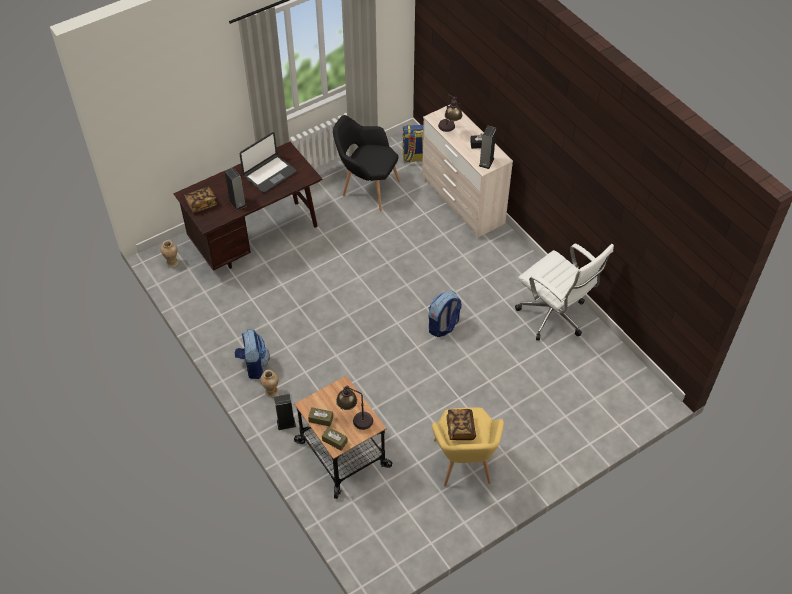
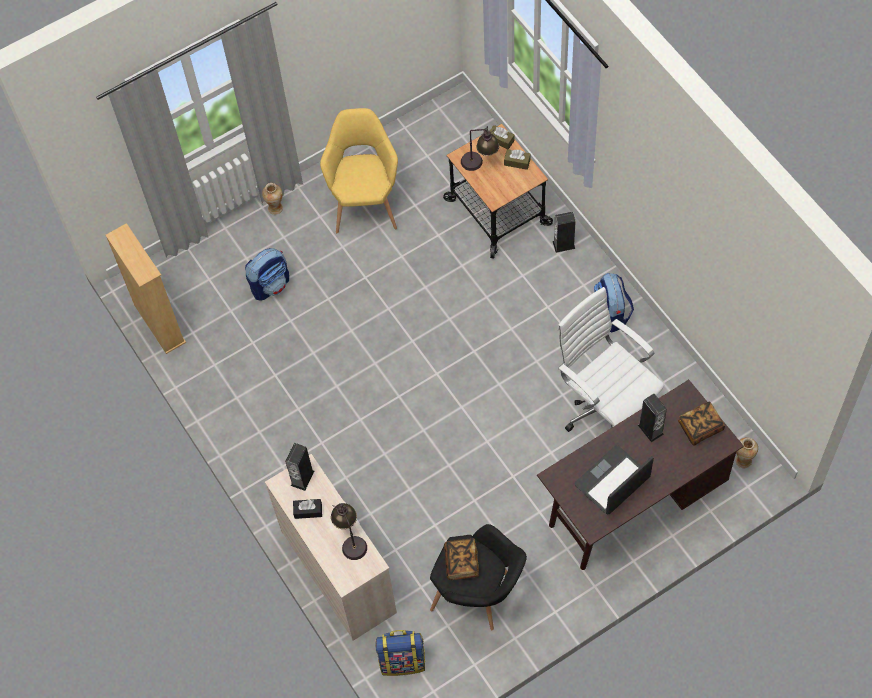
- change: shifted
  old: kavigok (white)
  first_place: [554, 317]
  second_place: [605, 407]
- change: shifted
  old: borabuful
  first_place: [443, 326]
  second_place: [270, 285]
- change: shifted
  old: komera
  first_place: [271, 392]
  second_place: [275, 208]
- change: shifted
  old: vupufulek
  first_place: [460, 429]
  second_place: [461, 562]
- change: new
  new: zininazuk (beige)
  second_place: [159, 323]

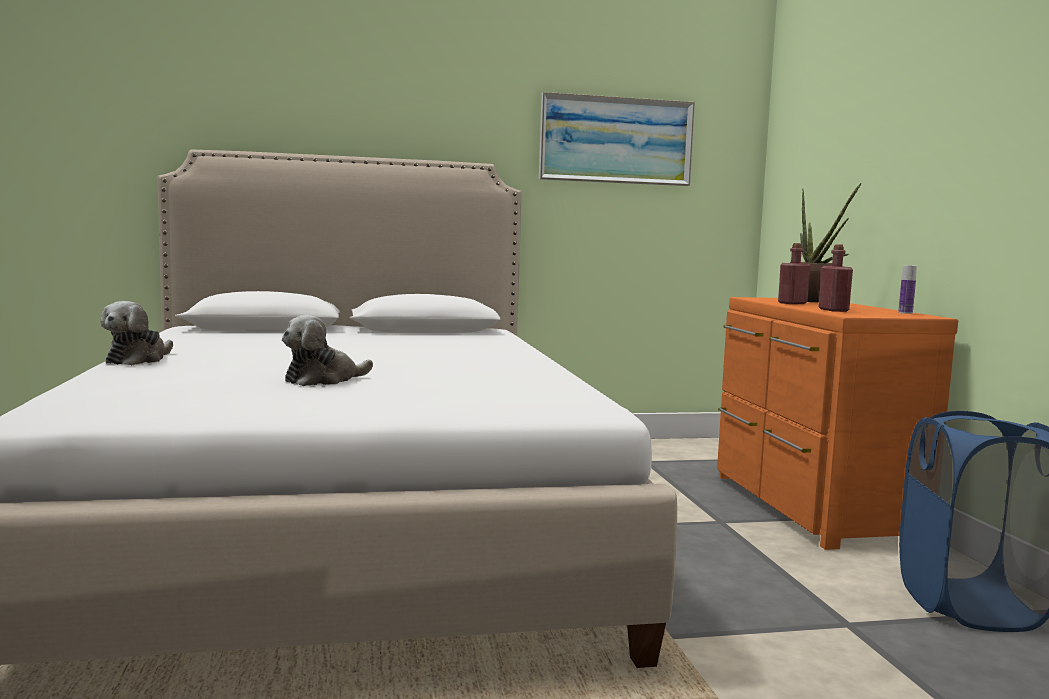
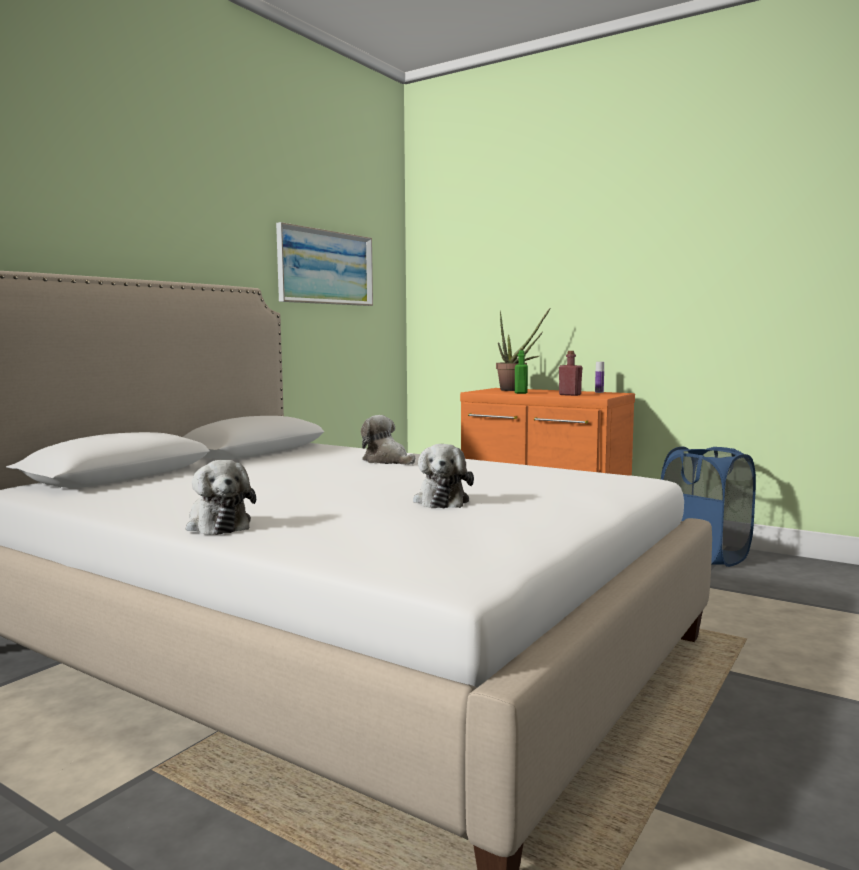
- change: repainted
  old: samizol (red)
  new: samizol (green)
  first_place: [792, 303]
  second_place: [521, 393]
- change: new
  new: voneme
  second_place: [387, 461]

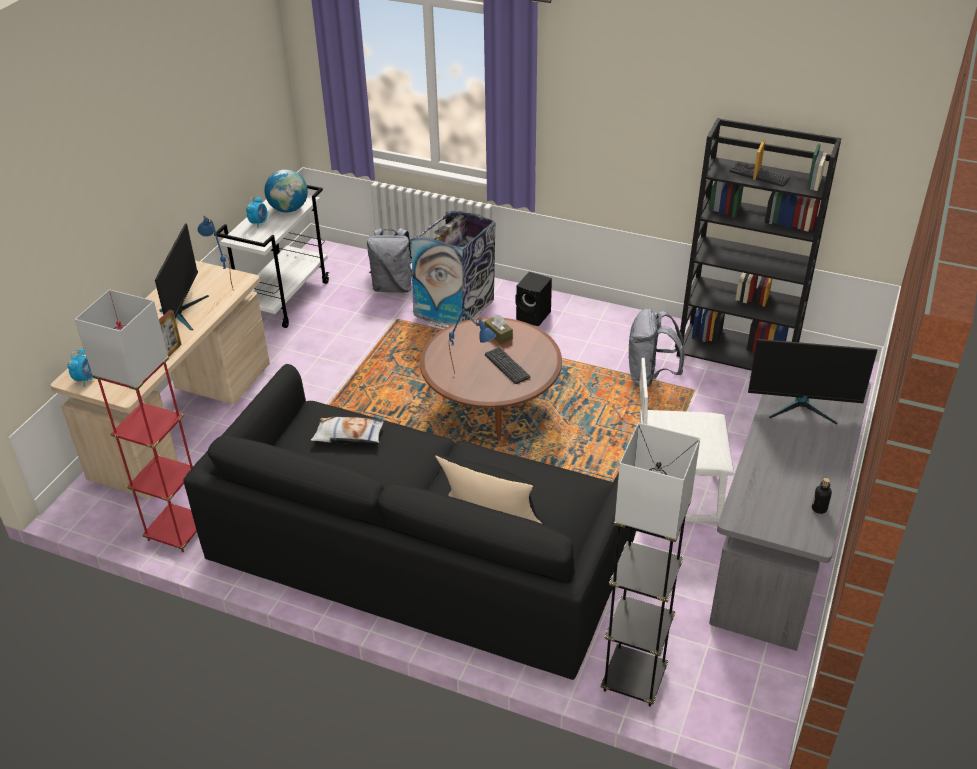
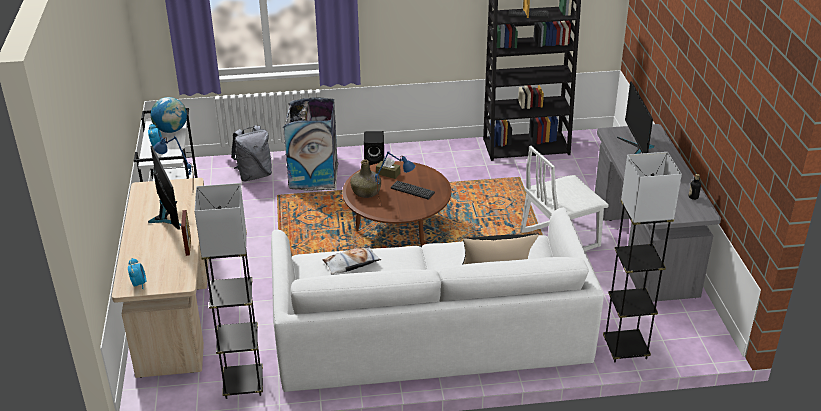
- change: repainted
  old: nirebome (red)
  new: nirebome (grey)
  first_place: [177, 531]
  second_place: [243, 384]
- change: gone
  old: borabuful (grey)
  first_place: [650, 376]
- change: rotated
  old: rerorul
  first_place: [802, 407]
  second_place: [636, 148]
  degrees: 105
- change: repainted
  old: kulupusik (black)
  new: kulupusik (white)
  first_place: [421, 548]
  second_place: [430, 329]
- change: new
  new: samizol (green)
  second_place: [366, 192]

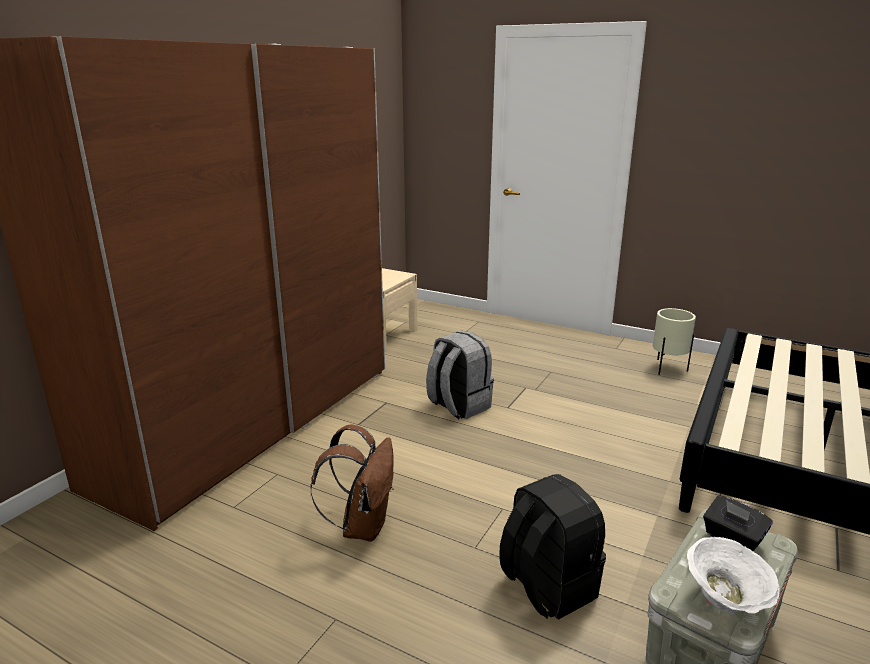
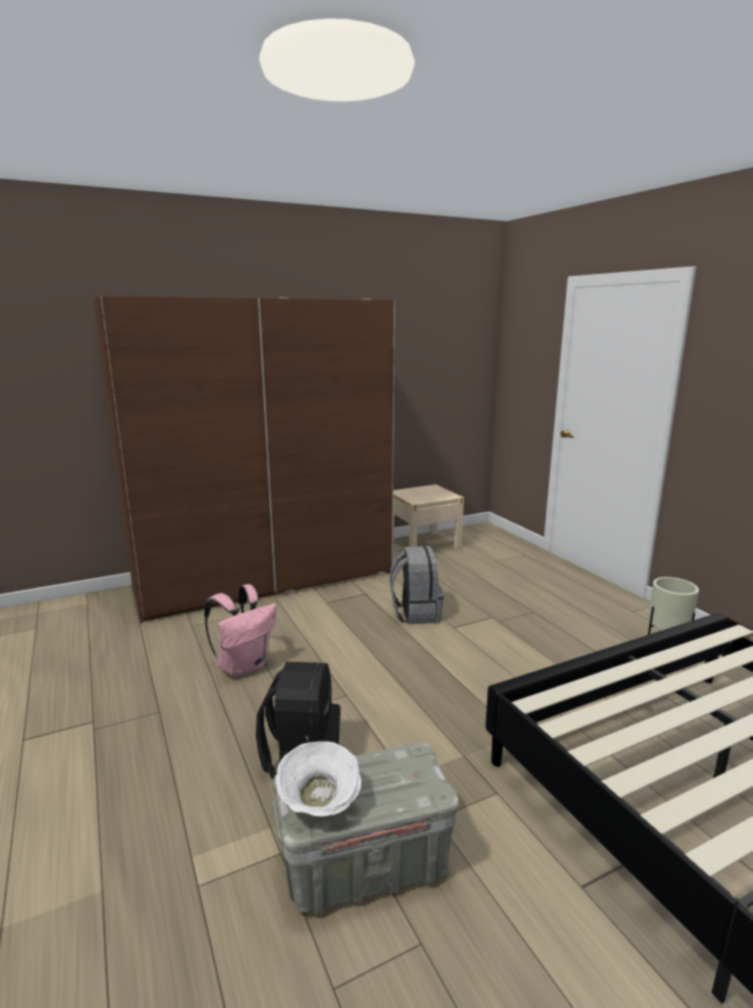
- change: repainted
  old: borabuful (brown)
  new: borabuful (pink)
  first_place: [363, 526]
  second_place: [244, 666]
- change: gone
  old: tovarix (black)
  first_place: [732, 538]

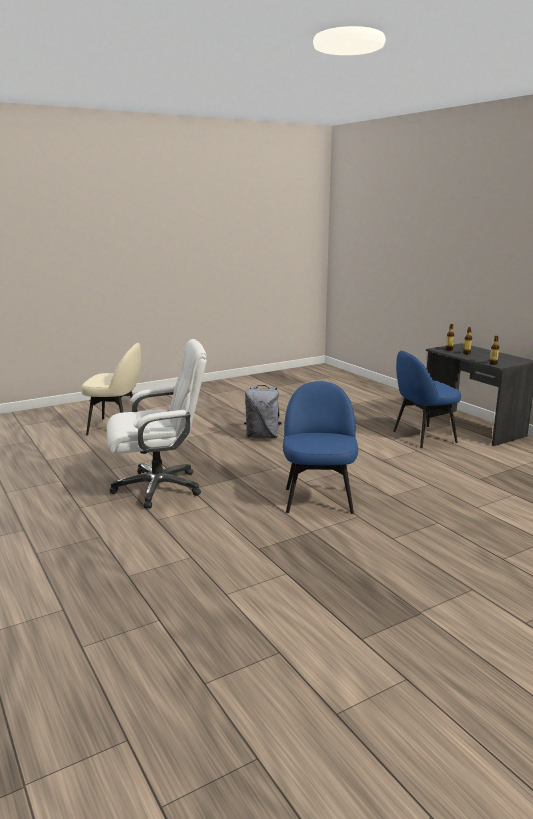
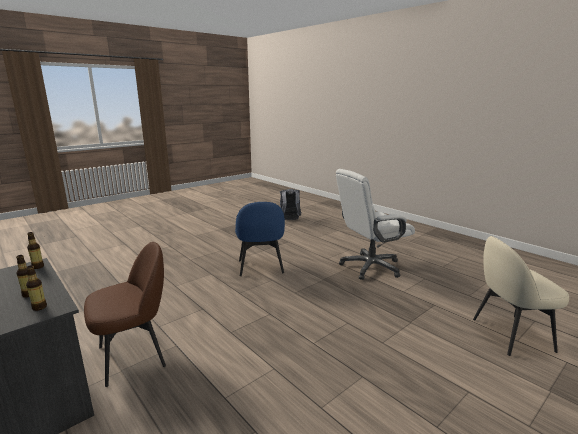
- change: repainted
  old: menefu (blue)
  new: menefu (brown)
  first_place: [422, 437]
  second_place: [134, 355]
- change: shifted
  old: borabuful (grey)
  first_place: [262, 436]
  second_place: [289, 220]

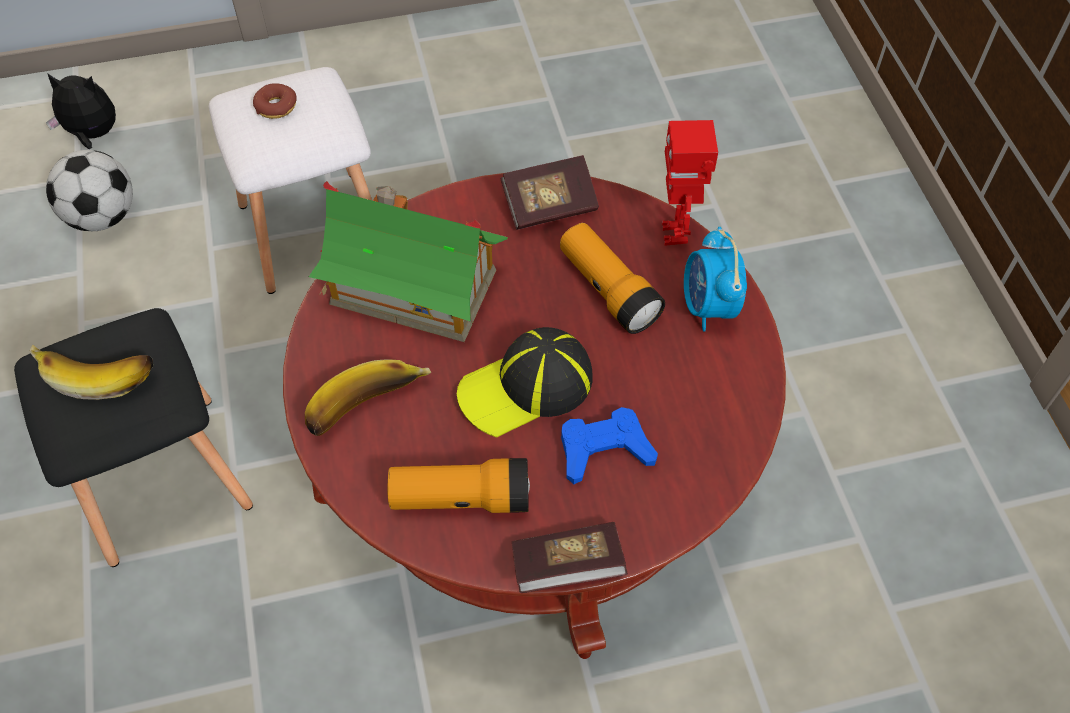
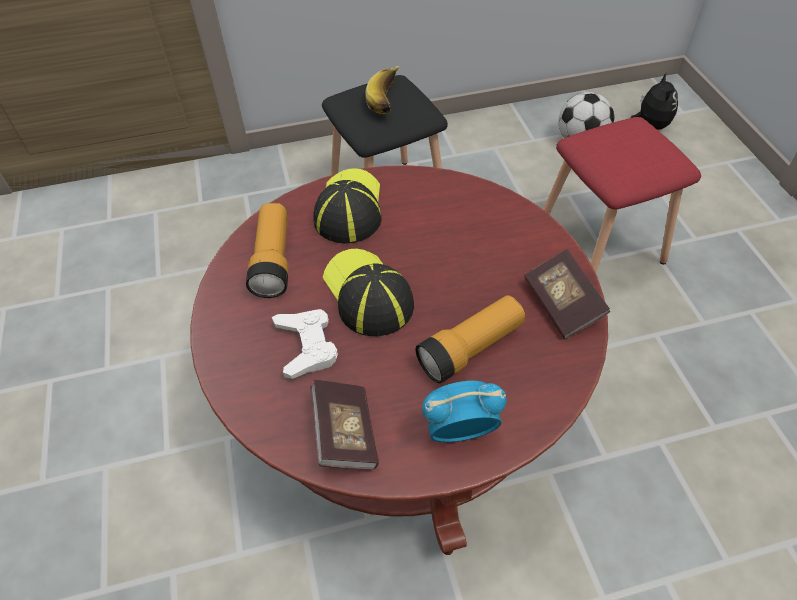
- change: repainted
  old: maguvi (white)
  new: maguvi (red)
  first_place: [315, 228]
  second_place: [601, 246]
- change: gone
  old: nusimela
  first_place: [276, 107]
- change: gone
  old: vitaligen
  first_place: [676, 234]
- change: gone
  old: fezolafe
  first_place: [412, 286]
- change: swapped
  old: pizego
  new: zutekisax
  first_place: [369, 410]
  second_place: [349, 208]
- change: repainted
  old: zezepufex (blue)
  new: zezepufex (white)
  first_place: [604, 449]
  second_place: [306, 346]
- change: shifted
  old: vupufulek
  first_place: [567, 566]
  second_place: [345, 433]

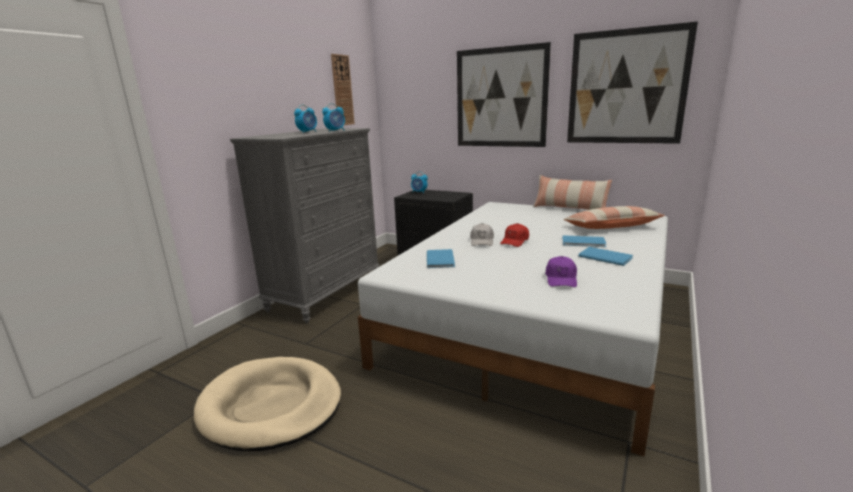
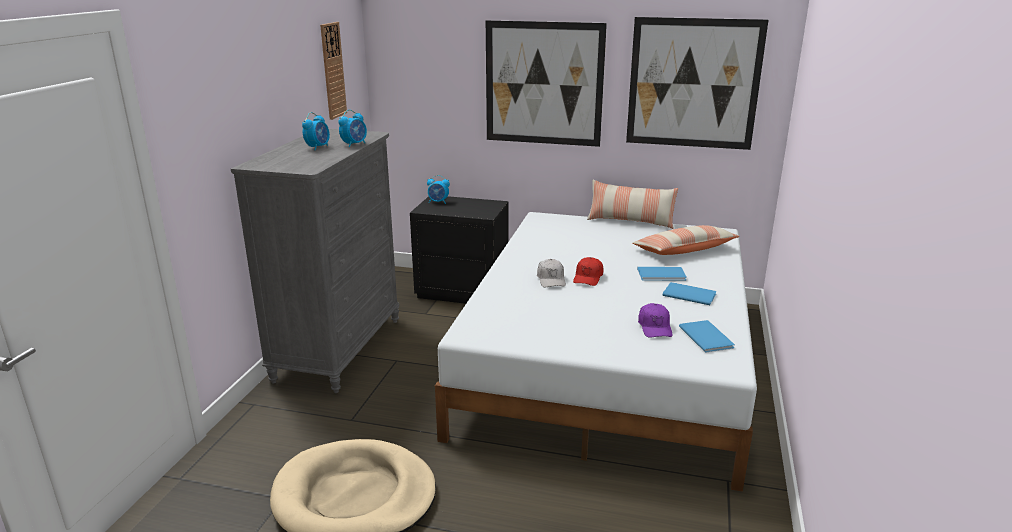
- change: shifted
  old: vupufulek (blue)
  first_place: [441, 259]
  second_place: [706, 336]

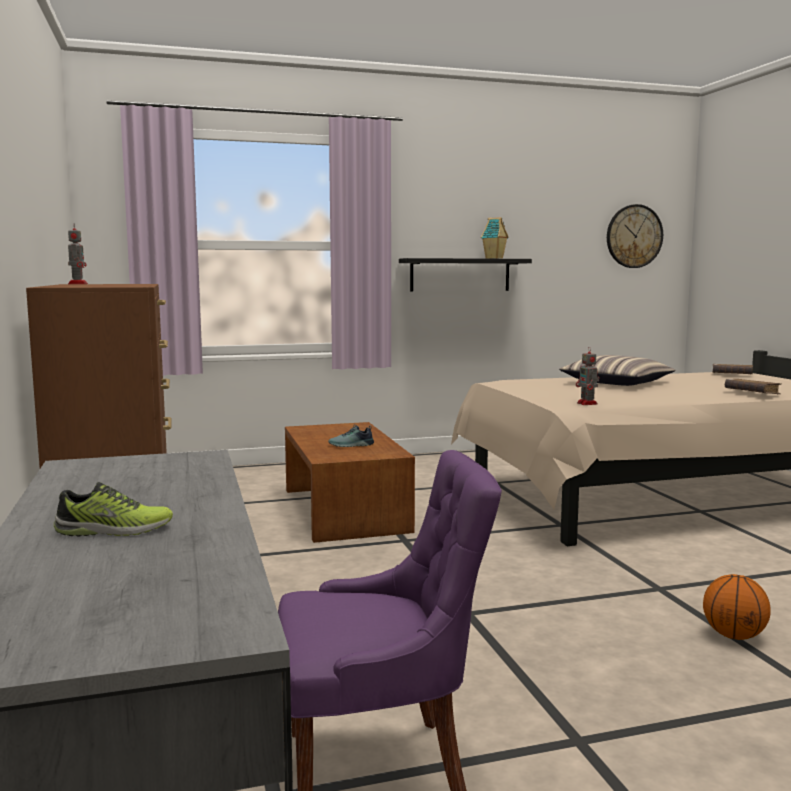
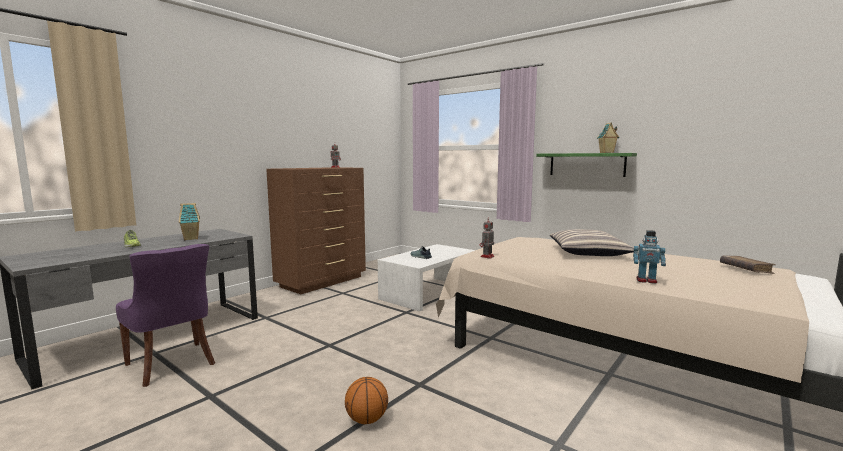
- change: gone
  old: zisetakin
  first_place: [634, 236]
- change: repainted
  old: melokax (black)
  new: melokax (green)
  first_place: [460, 275]
  second_place: [586, 164]
- change: swapped
  old: vupufulek (brown)
  new: vitaligen
  first_place: [751, 393]
  second_place: [646, 281]
- change: repainted
  old: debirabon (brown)
  new: debirabon (white)
  first_place: [345, 510]
  second_place: [429, 292]
- change: new
  new: fezolafe
  second_place: [191, 238]

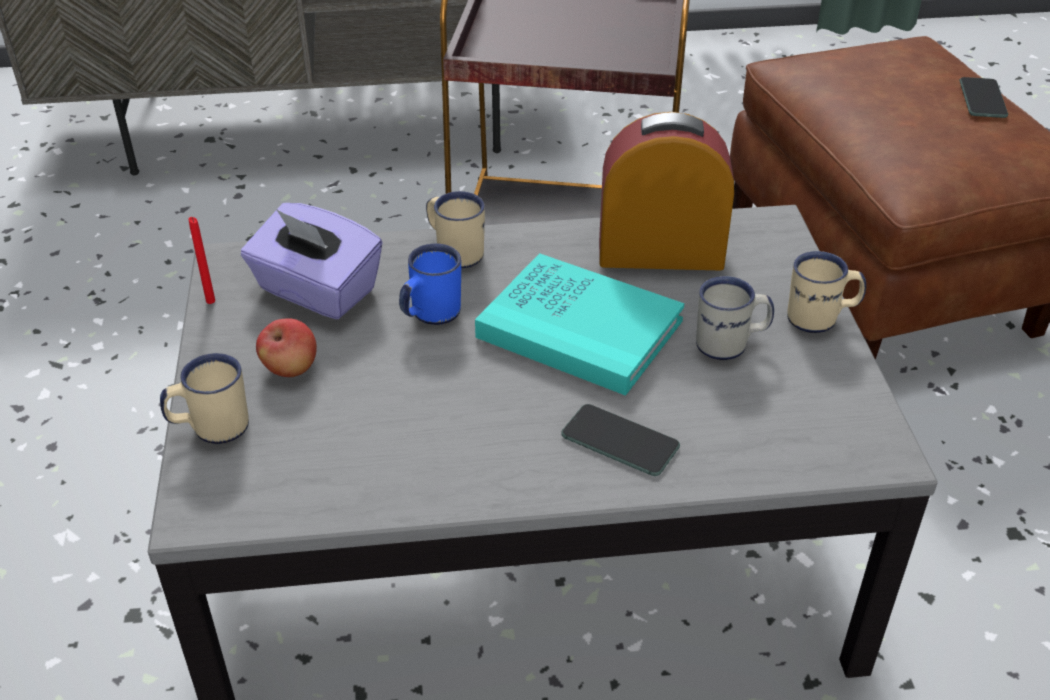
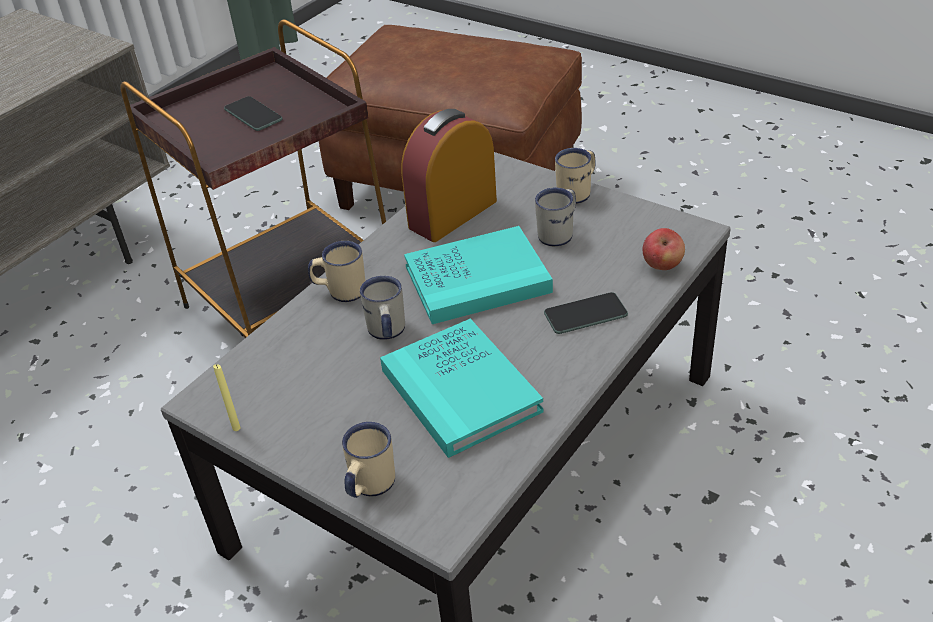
- change: shifted
  old: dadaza
  first_place: [982, 99]
  second_place: [253, 114]
- change: gone
  old: tovarix (purple)
  first_place: [316, 291]
- change: repainted
  old: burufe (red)
  new: burufe (yellow)
  first_place: [210, 301]
  second_place: [236, 428]
- change: repainted
  old: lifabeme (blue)
  new: lifabeme (white)
  first_place: [429, 315]
  second_place: [386, 333]
- change: shifted
  old: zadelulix
  first_place: [290, 369]
  second_place: [662, 265]
- change: new
  new: vupufulek (turquoise)
  second_place: [460, 391]

